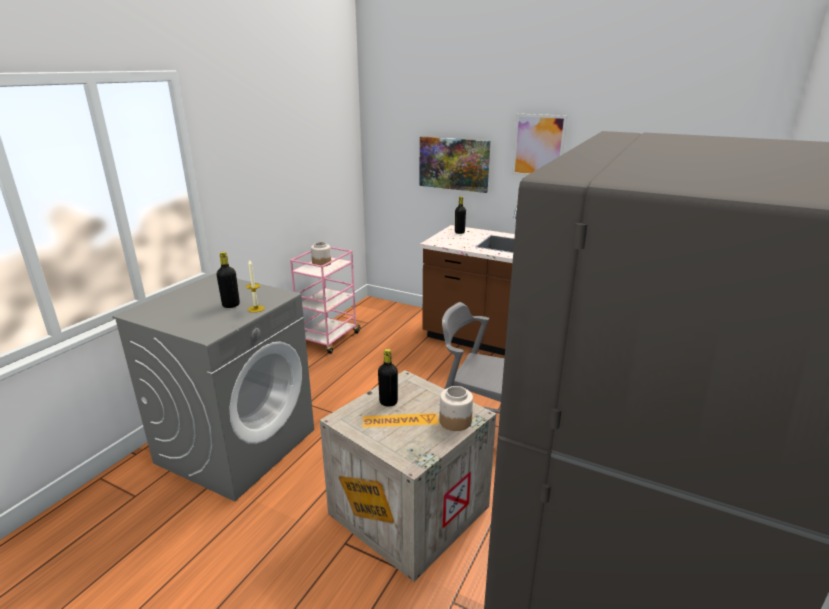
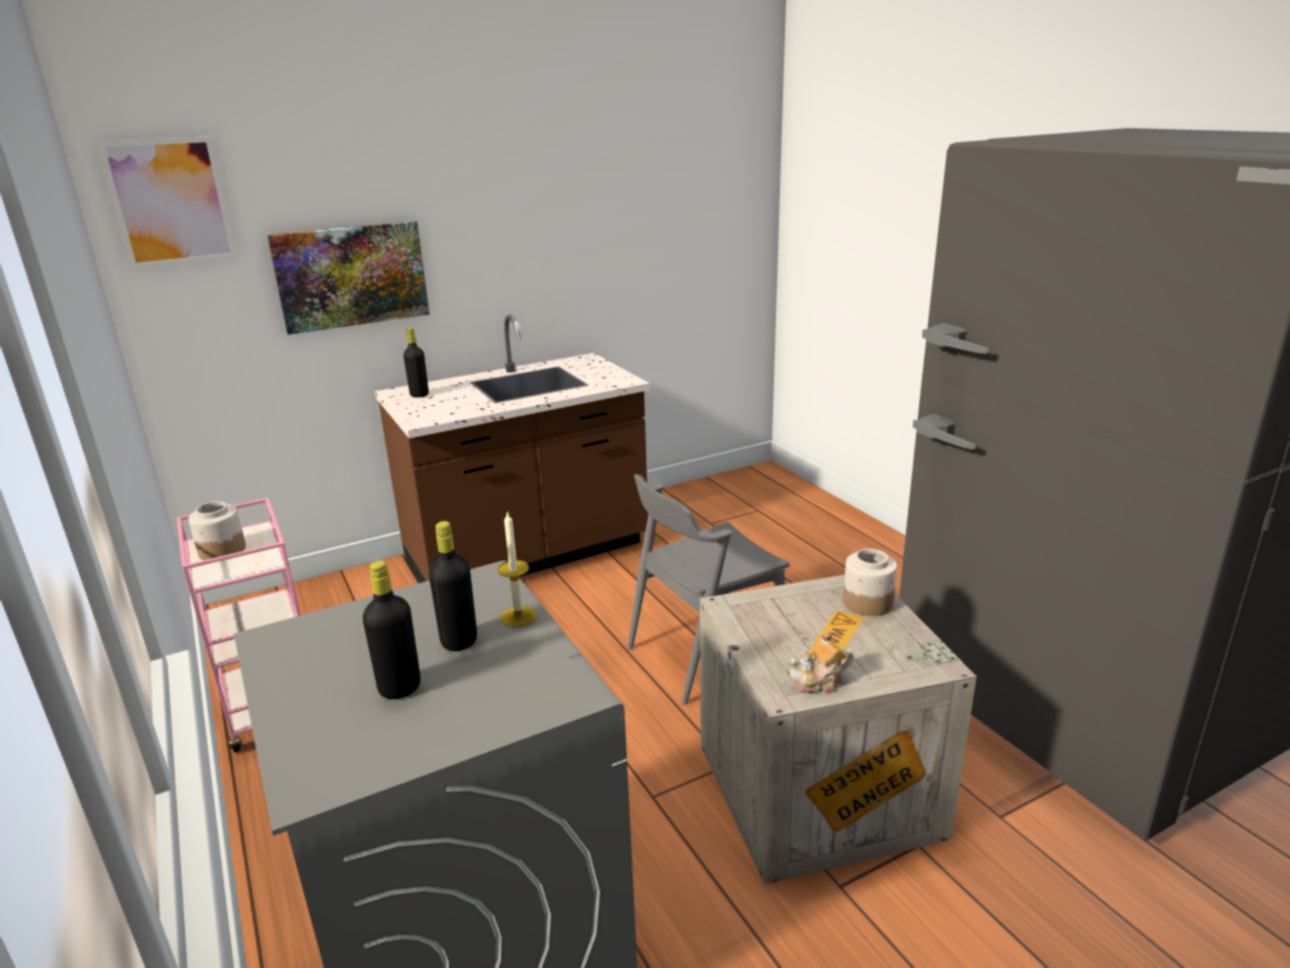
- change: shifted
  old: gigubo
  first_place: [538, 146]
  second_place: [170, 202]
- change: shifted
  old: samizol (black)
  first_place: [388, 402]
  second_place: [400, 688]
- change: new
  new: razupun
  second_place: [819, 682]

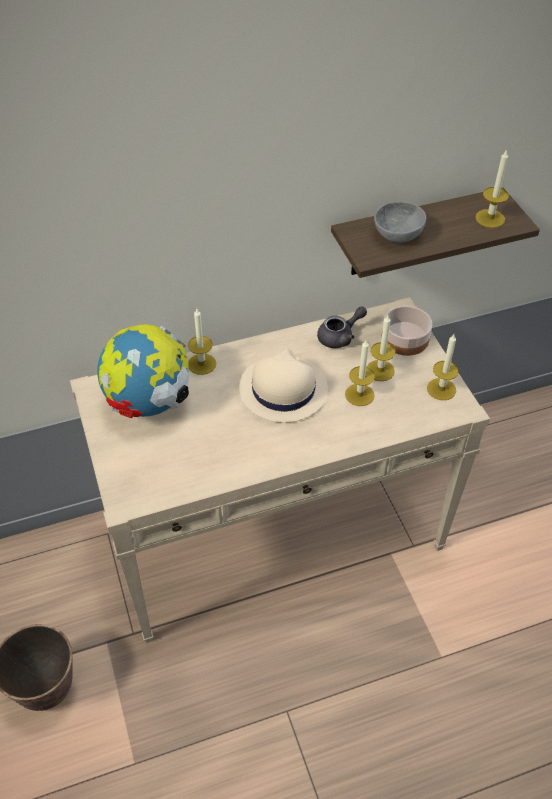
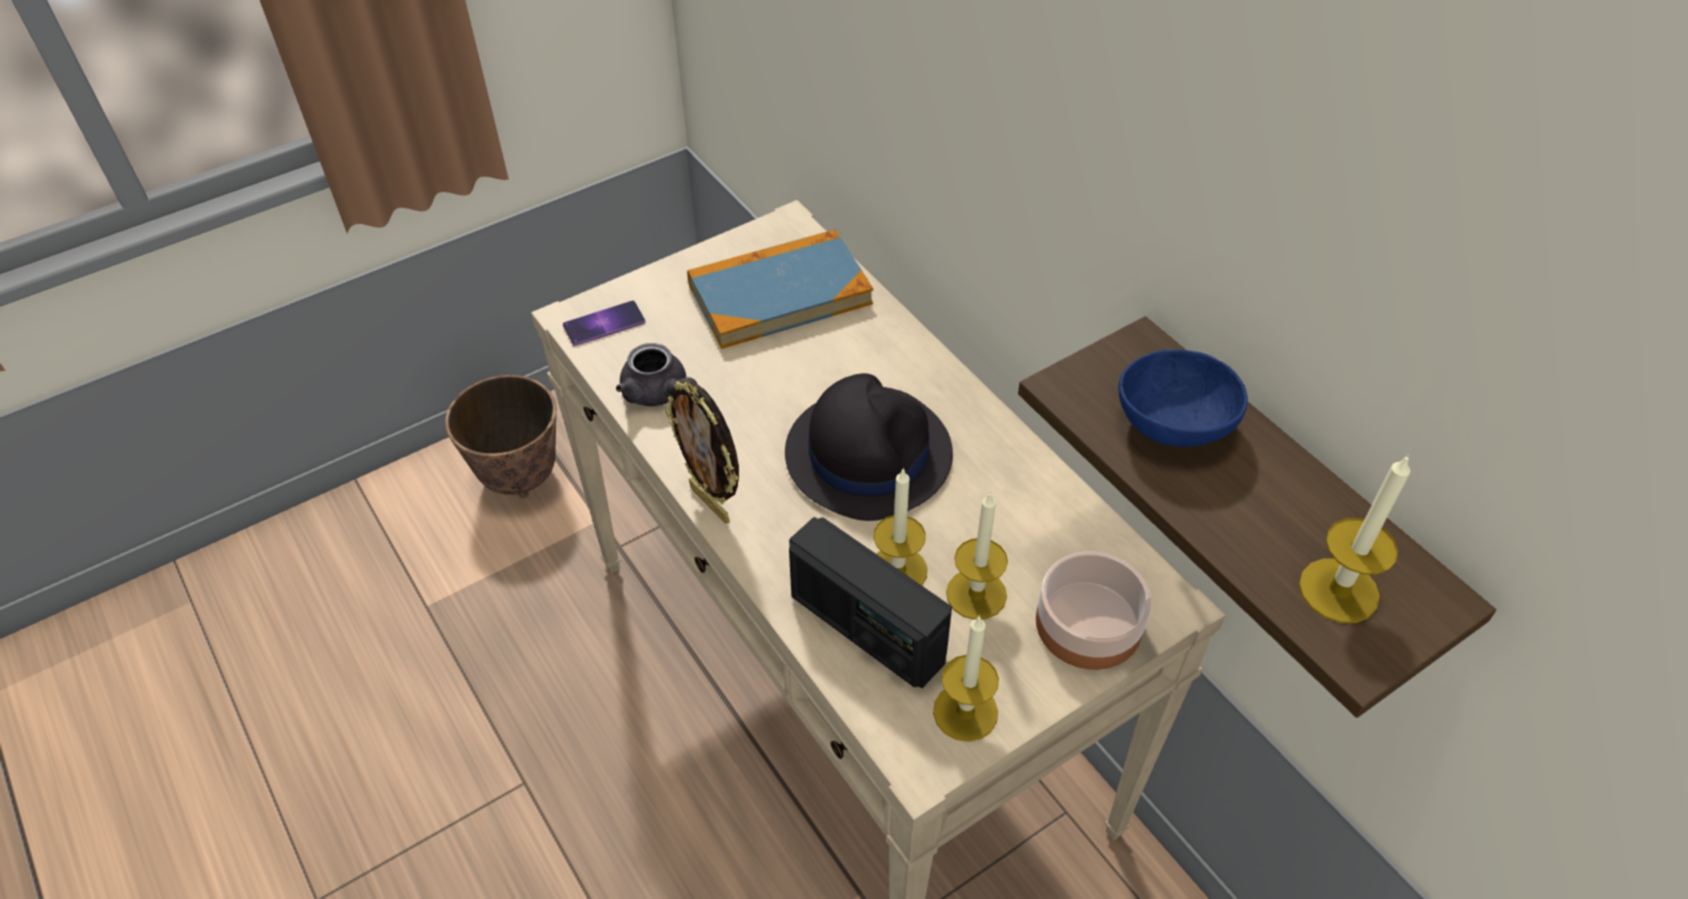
- change: repainted
  old: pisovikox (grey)
  new: pisovikox (blue)
  first_place: [397, 234]
  second_place: [1172, 422]
- change: shifted
  old: razupun (grey)
  first_place: [340, 337]
  second_place: [659, 394]
- change: gone
  old: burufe
  first_place: [202, 364]
- change: swapped
  old: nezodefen
  new: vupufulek
  first_place: [149, 402]
  second_place: [780, 294]
- change: repainted
  old: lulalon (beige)
  new: lulalon (black)
  first_place: [282, 390]
  second_place: [868, 453]
- change: new
  new: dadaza
  second_place: [604, 323]
- change: new
  new: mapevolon
  second_place: [712, 503]
- change: new
  new: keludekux
  second_place: [866, 628]

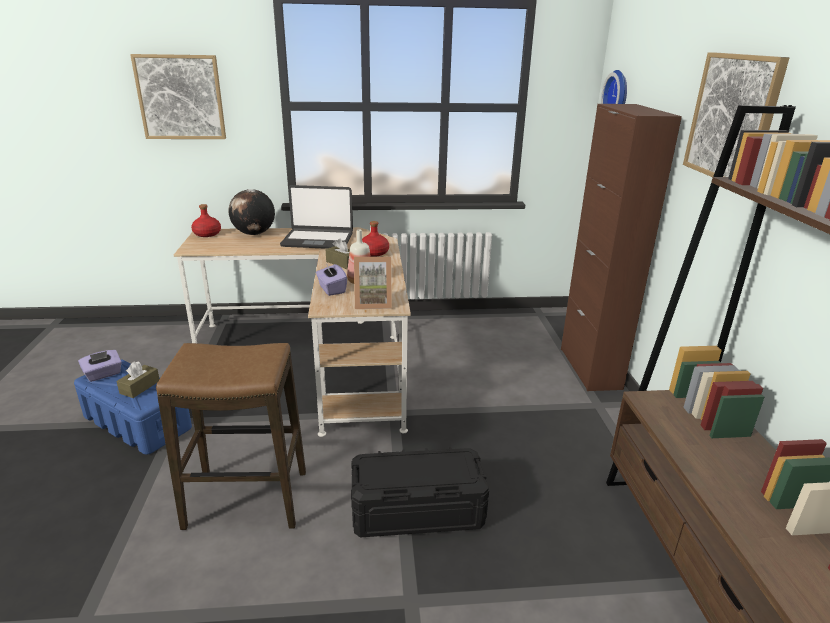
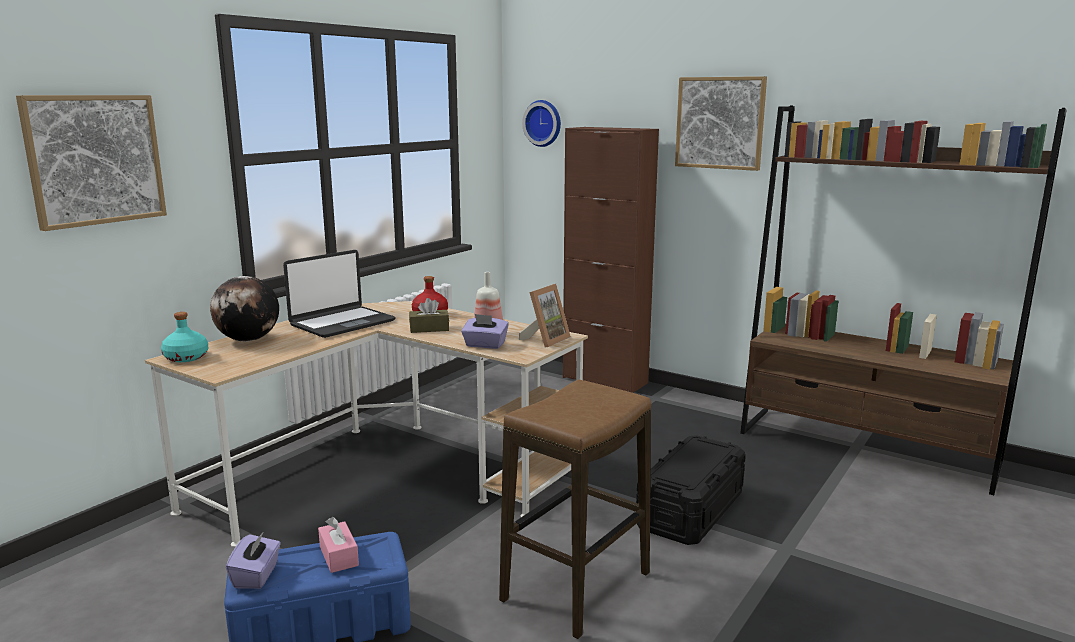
- change: repainted
  old: samizol (red)
  new: samizol (turquoise)
  first_place: [207, 234]
  second_place: [186, 358]
- change: repainted
  old: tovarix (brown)
  new: tovarix (pink)
  first_place: [140, 387]
  second_place: [339, 556]

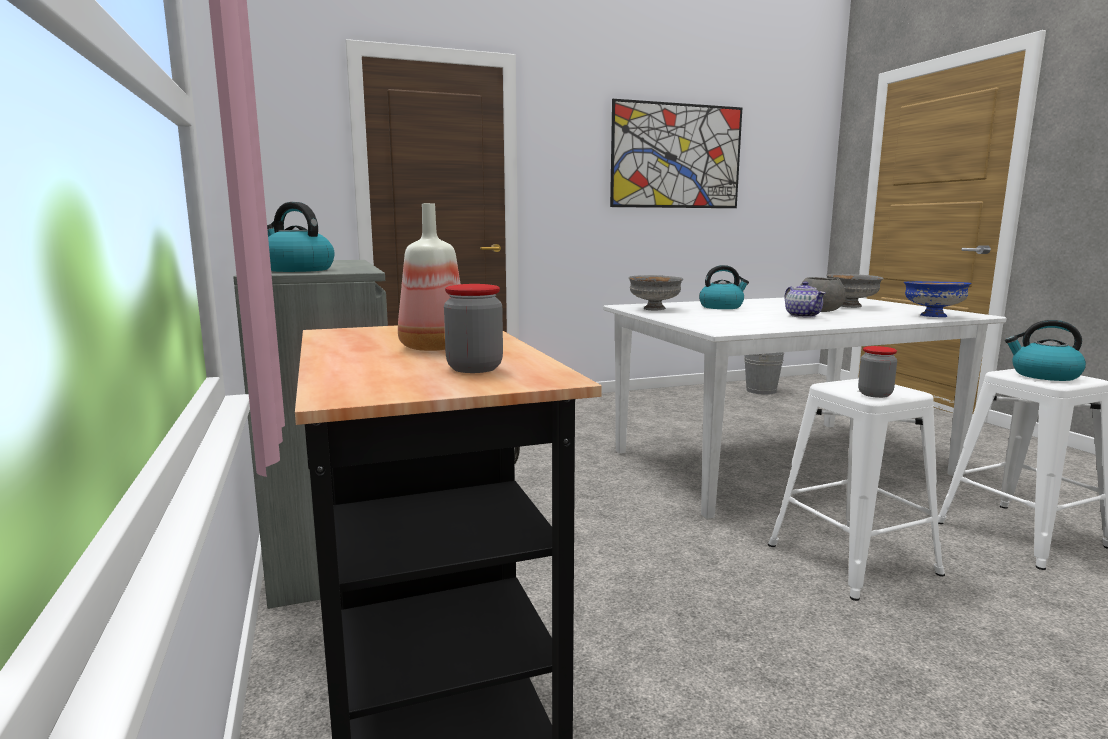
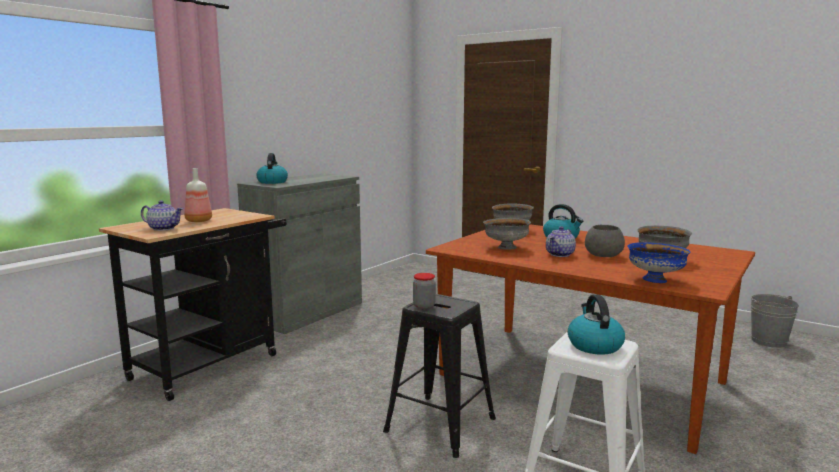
- change: gone
  old: gigubo
  first_place: [677, 156]
- change: swapped
  old: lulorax
  new: razupun
  first_place: [474, 368]
  second_place: [163, 228]
- change: repainted
  old: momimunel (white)
  new: momimunel (brown)
  first_place: [779, 462]
  second_place: [582, 378]
- change: repainted
  old: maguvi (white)
  new: maguvi (black)
  first_place: [852, 560]
  second_place: [438, 424]
- change: new
  new: pisovikox (grey)
  second_place: [506, 248]

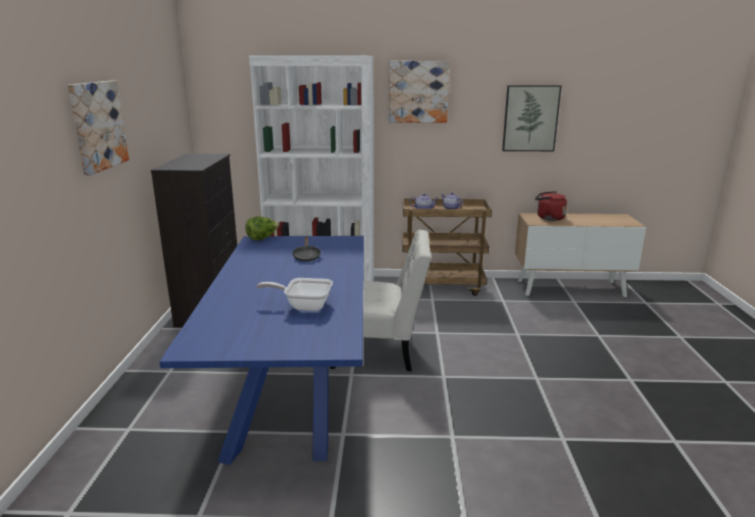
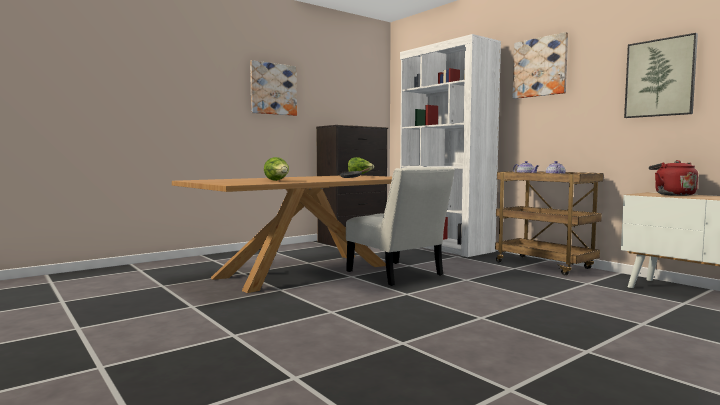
- change: repainted
  old: momimunel (blue)
  new: momimunel (brown)
  first_place: [292, 389]
  second_place: [306, 271]
- change: swapped
  old: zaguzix
  new: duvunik
  first_place: [304, 306]
  second_place: [277, 180]

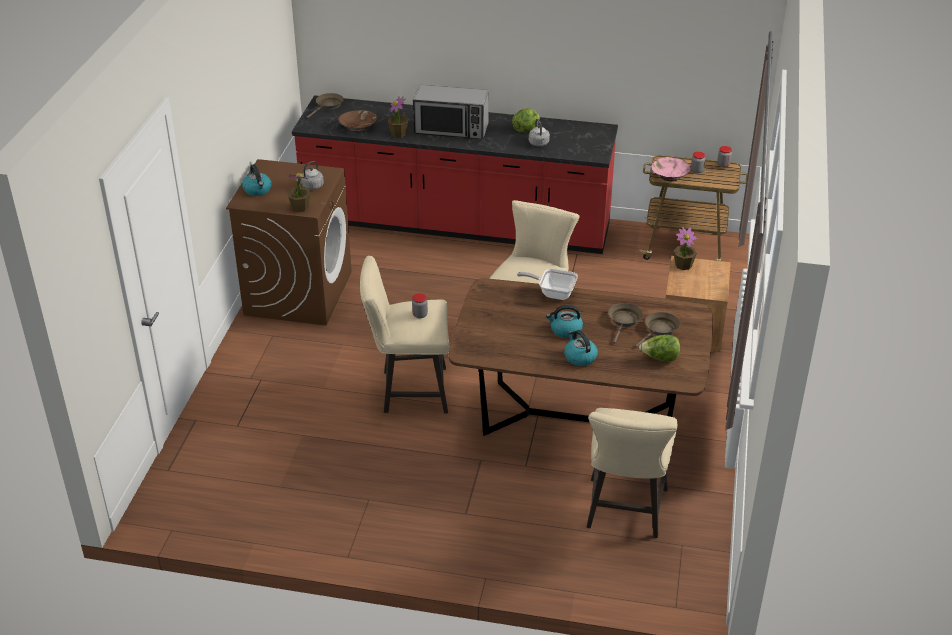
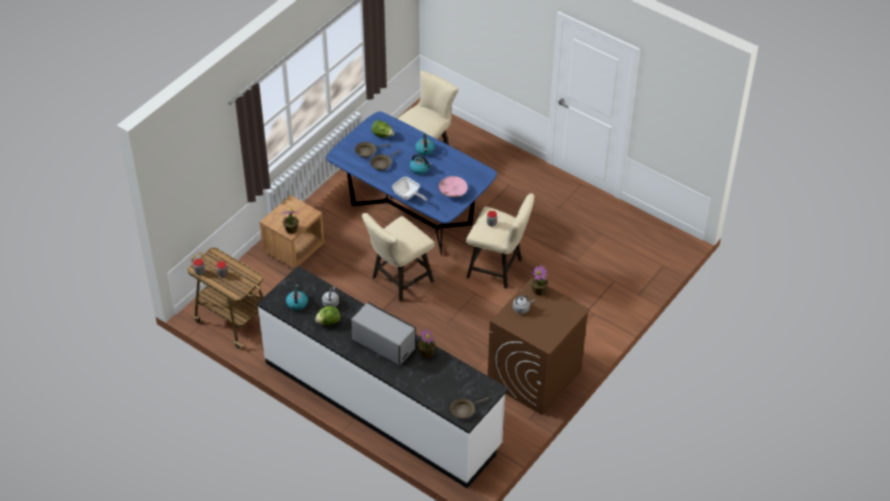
- change: repainted
  old: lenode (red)
  new: lenode (white)
  first_place: [456, 225]
  second_place: [382, 404]
- change: gone
  old: pisovikox (brown)
  first_place: [358, 127]
- change: shifted
  old: pisovikox (pink)
  first_place: [670, 175]
  second_place: [452, 192]
- change: shifted
  old: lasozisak
  first_place: [258, 190]
  second_place: [297, 303]
- change: repainted
  old: momimunel (brown)
  new: momimunel (blue)
  first_place: [578, 420]
  second_place: [411, 215]

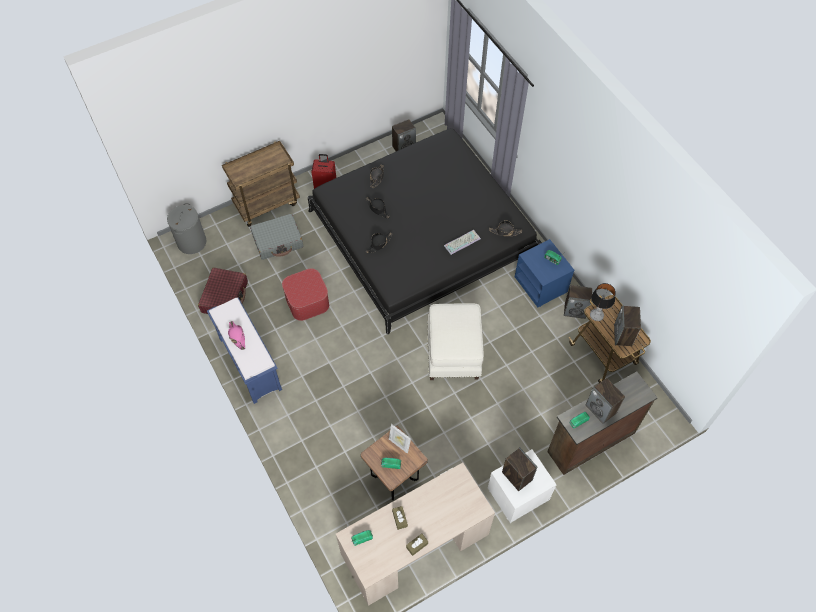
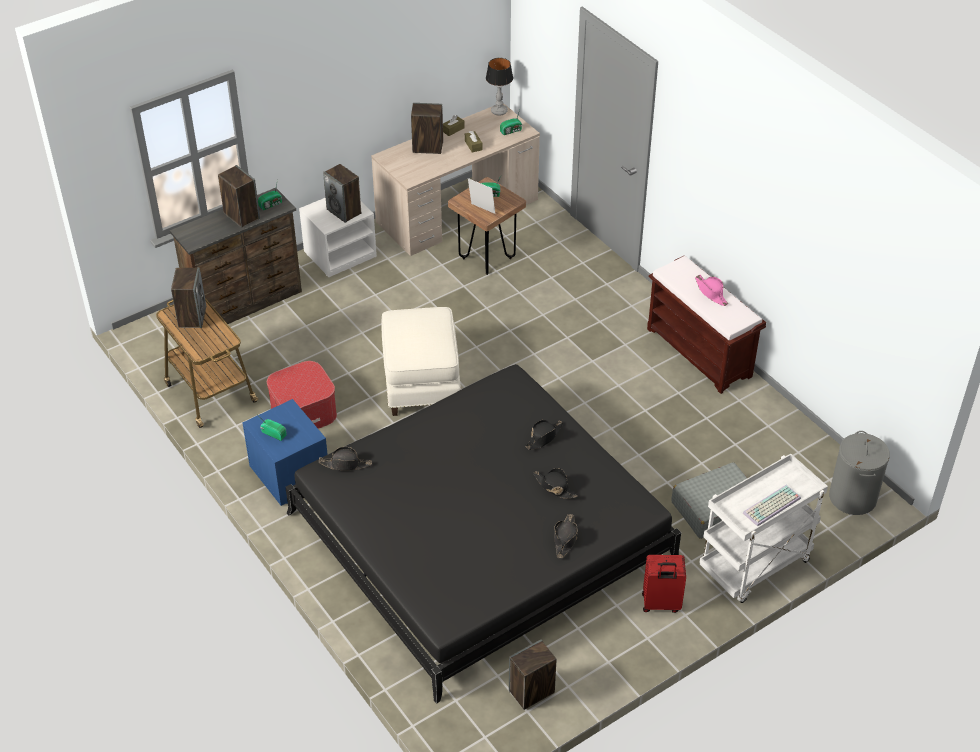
- change: repainted
  old: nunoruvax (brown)
  new: nunoruvax (white)
  first_place: [267, 203]
  second_place: [754, 567]
- change: shifted
  old: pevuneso
  first_place: [462, 241]
  second_place: [772, 507]
- change: gone
  old: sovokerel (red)
  first_place: [225, 297]
- change: shifted
  old: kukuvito
  first_place: [307, 301]
  second_place: [304, 411]
- change: shifted
  old: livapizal
  first_place: [597, 315]
  second_place: [498, 111]
- change: shifted
  old: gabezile
  first_place: [575, 310]
  second_place: [427, 147]
- change: repainted
  old: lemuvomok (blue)
  new: lemuvomok (brown)
  first_place: [249, 363]
  second_place: [700, 353]

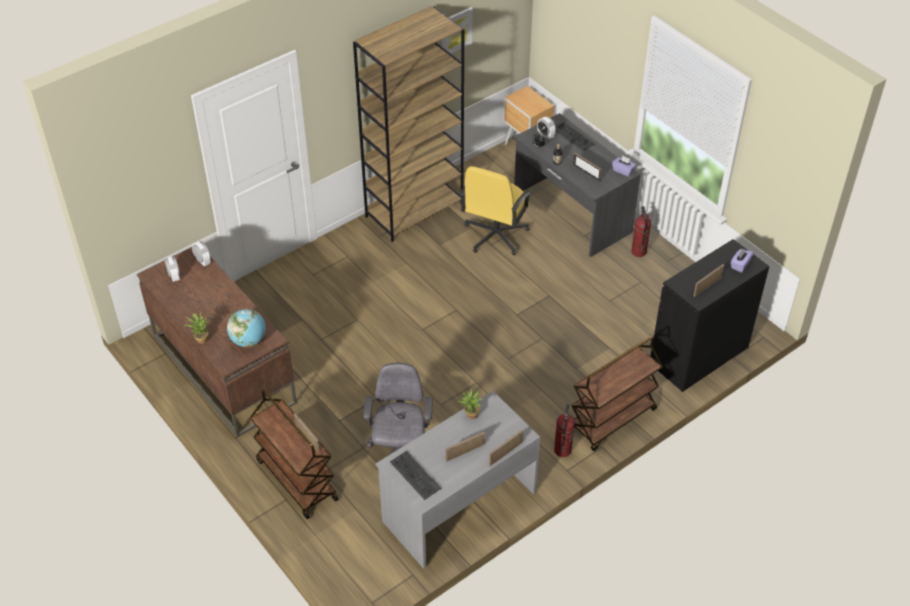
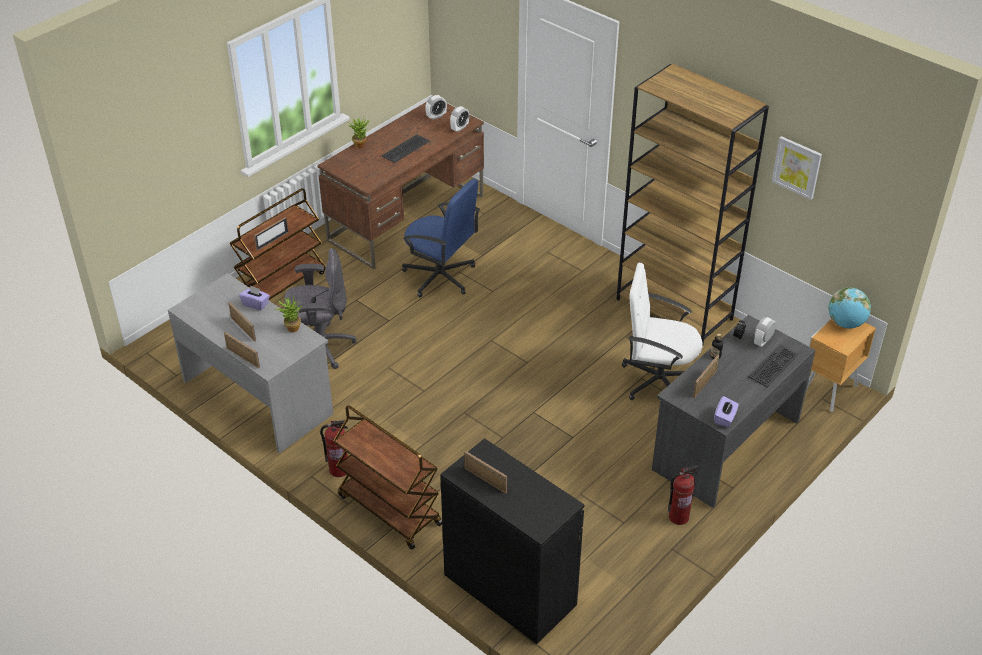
- change: repainted
  old: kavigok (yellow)
  new: kavigok (white)
  first_place: [495, 235]
  second_place: [657, 380]
- change: shifted
  old: tovarix (purple)
  first_place: [740, 265]
  second_place: [256, 304]
- change: shifted
  old: nezodefen
  first_place: [249, 340]
  second_place: [845, 323]
- change: shifted
  old: pevuneso
  first_place: [414, 475]
  second_place: [405, 148]
- change: new
  new: kavigok (blue)
  second_place: [440, 277]

